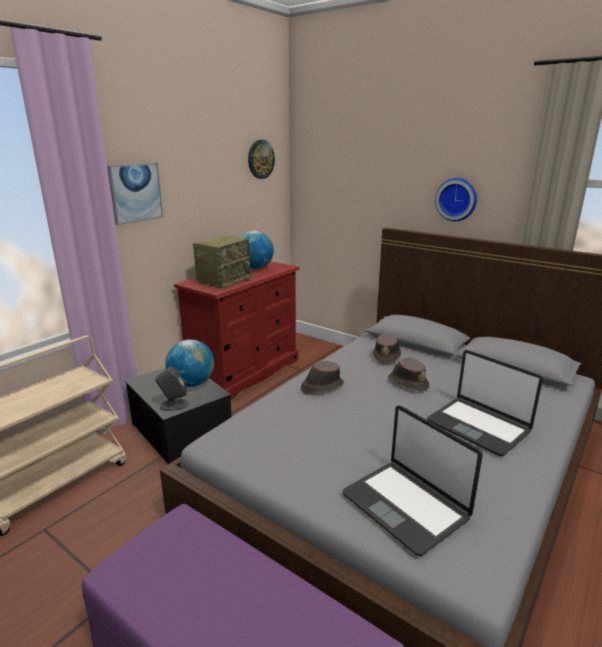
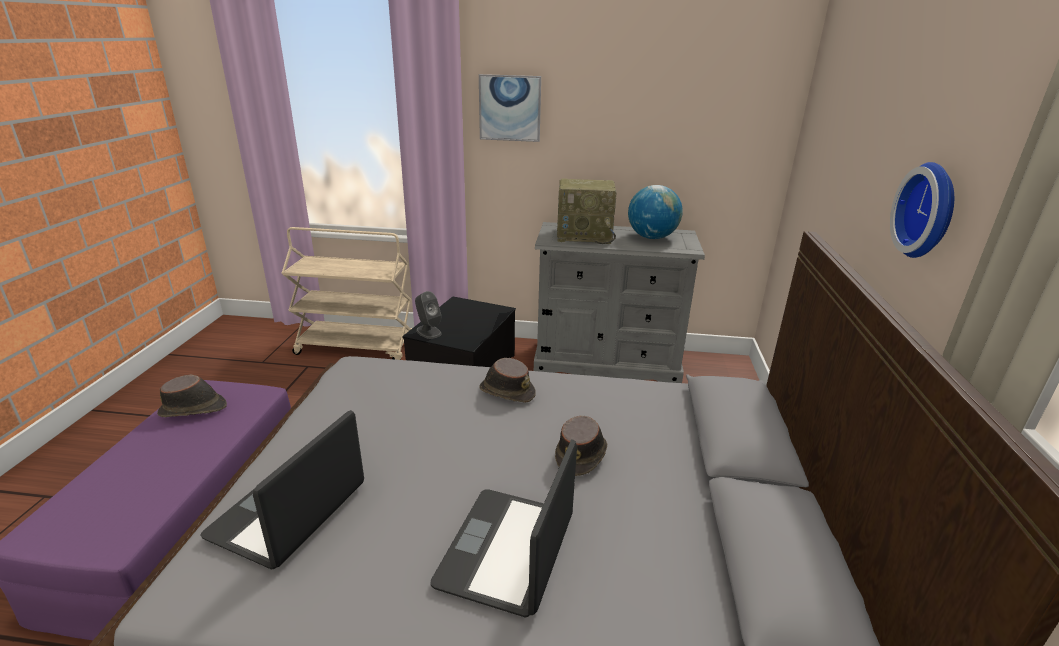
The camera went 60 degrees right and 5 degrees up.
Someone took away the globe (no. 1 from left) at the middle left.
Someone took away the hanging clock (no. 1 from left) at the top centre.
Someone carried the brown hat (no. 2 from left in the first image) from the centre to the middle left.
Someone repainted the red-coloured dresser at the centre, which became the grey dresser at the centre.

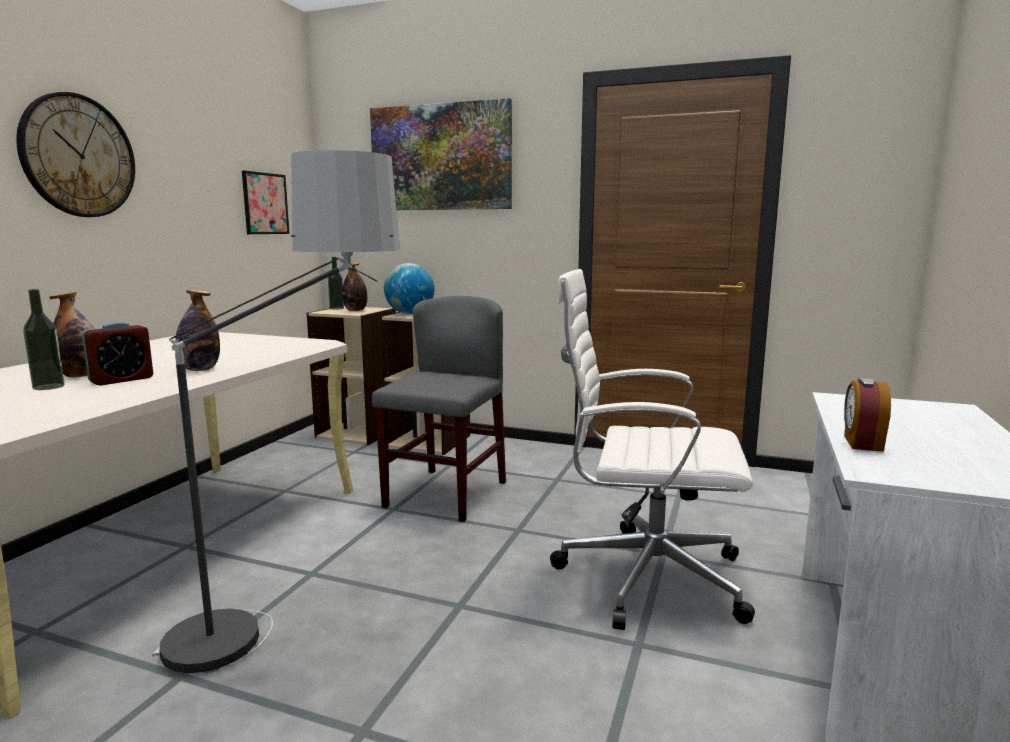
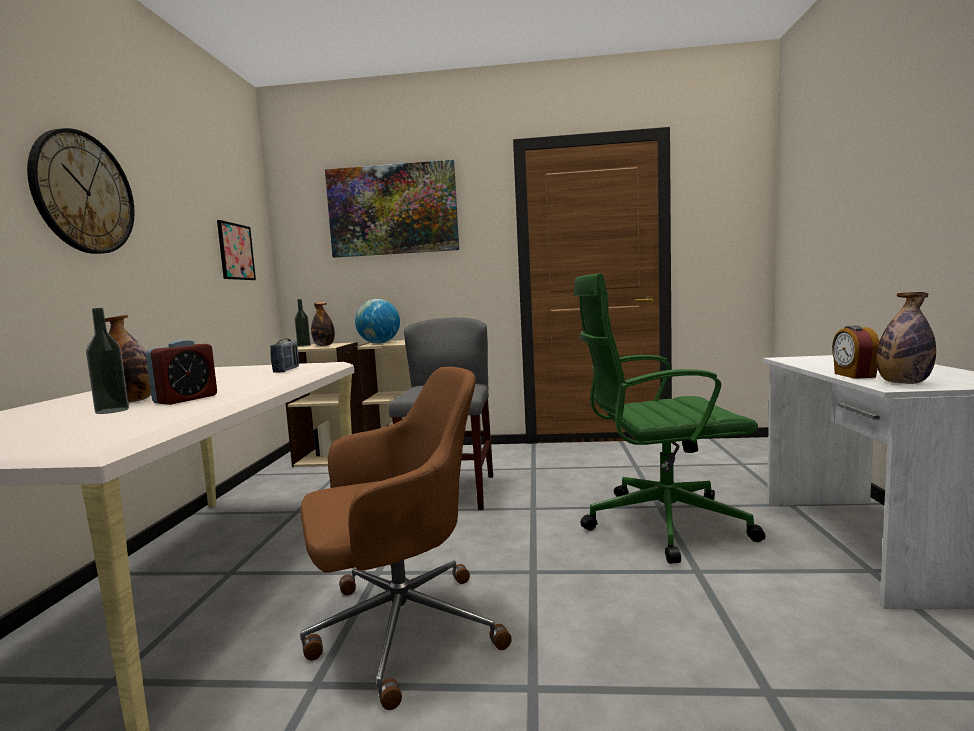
The camera went 15 degrees left and 5 degrees down.
Someone put down the radio receiver at the middle left.
Someone carried the drink bottle (no. 3 from left in the first image) from the middle left to the middle right.
Someone swapped the standard lamp at the middle left for the brown office chair at the bottom centre.
Someone repainted the whitish office chair at the centre, which became the greenish office chair at the middle right.

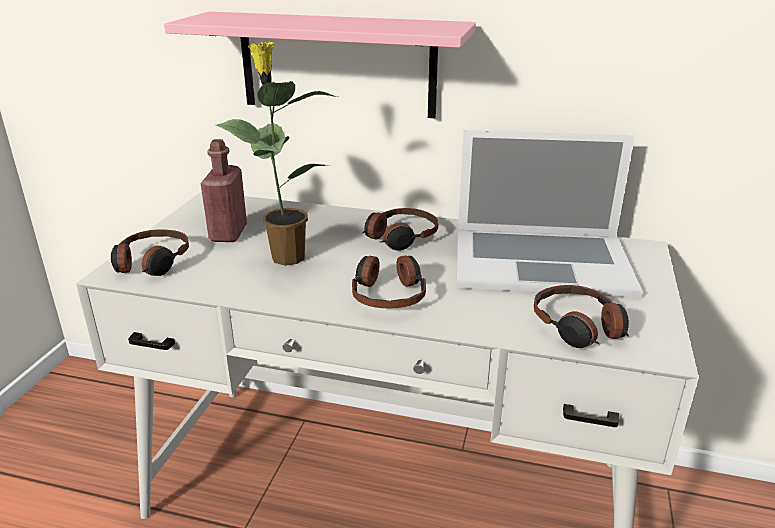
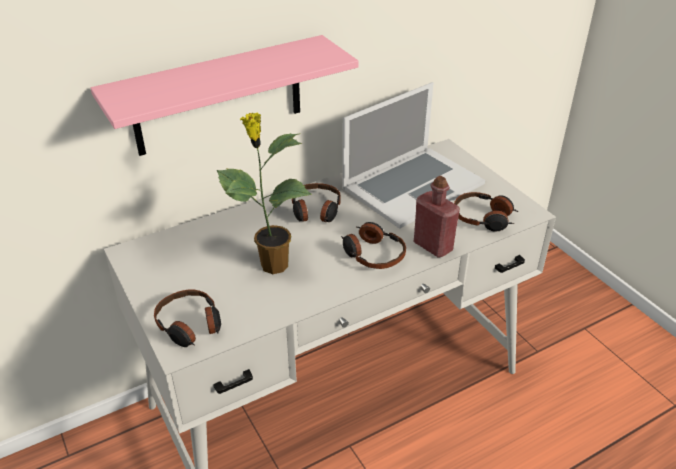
The camera went 45 degrees left and 10 degrees up.
Someone carried the red-coloured drink bottle from the middle left to the centre.

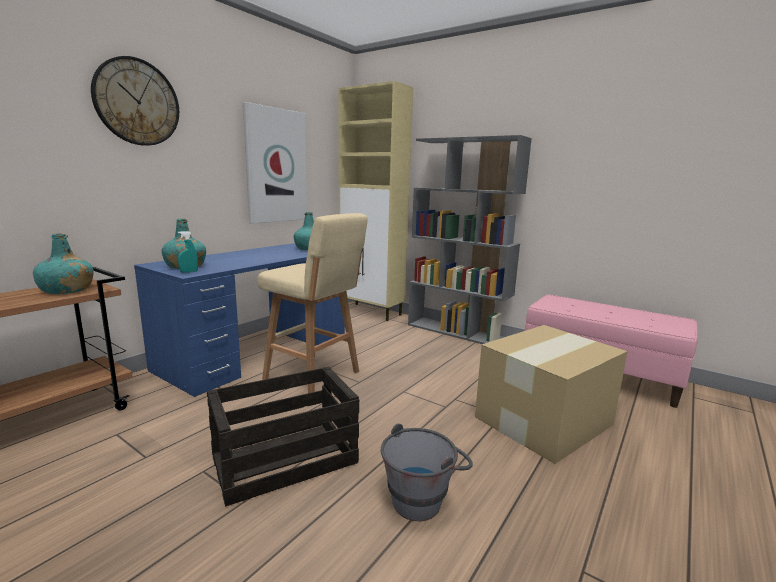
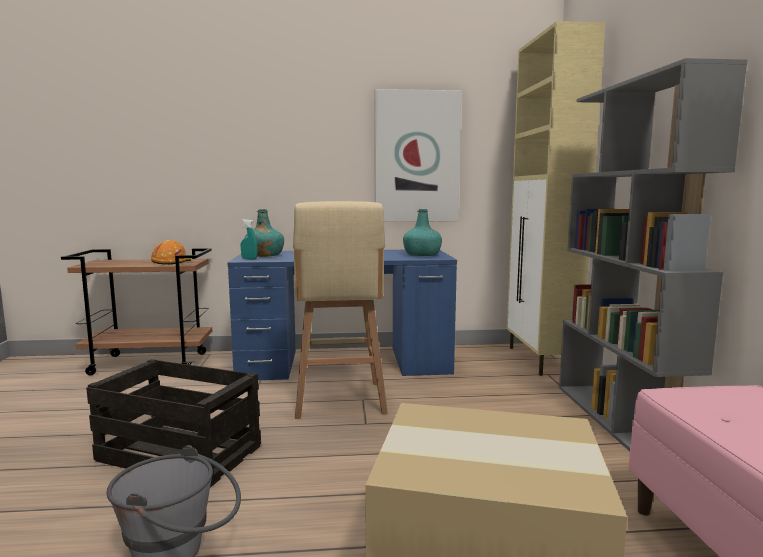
The camera went 50 degrees right and 5 degrees down.
Someone took away the hanging clock at the top left.
Someone swapped the blue-green drink bottle (no. 1 from left) at the middle left for the orange-coloured safety helmet at the middle left.

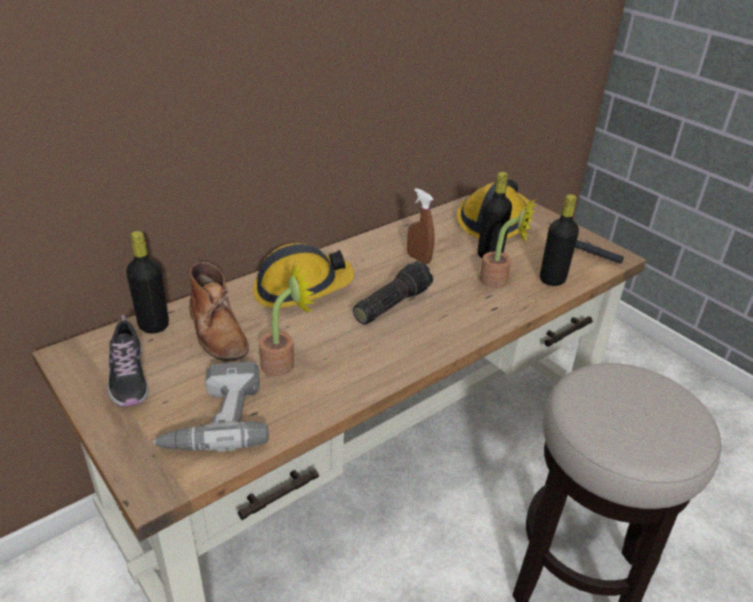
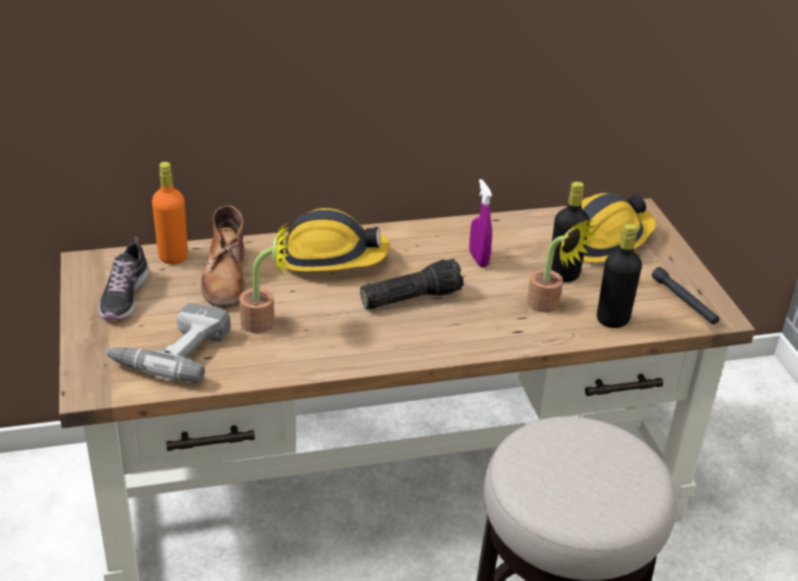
The camera went 25 degrees right and 0 degrees up.
Someone repainted the black drink bottle (no. 1 from left) at the middle left, which became the orange-coloured drink bottle at the middle left.
Someone repainted the brown sprayer at the centre, which became the purplish sprayer at the centre.

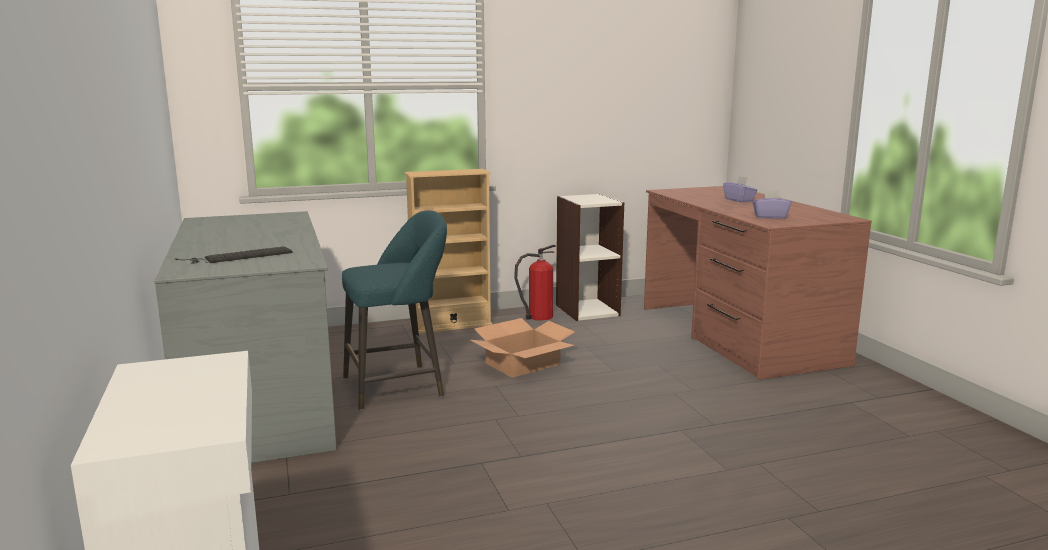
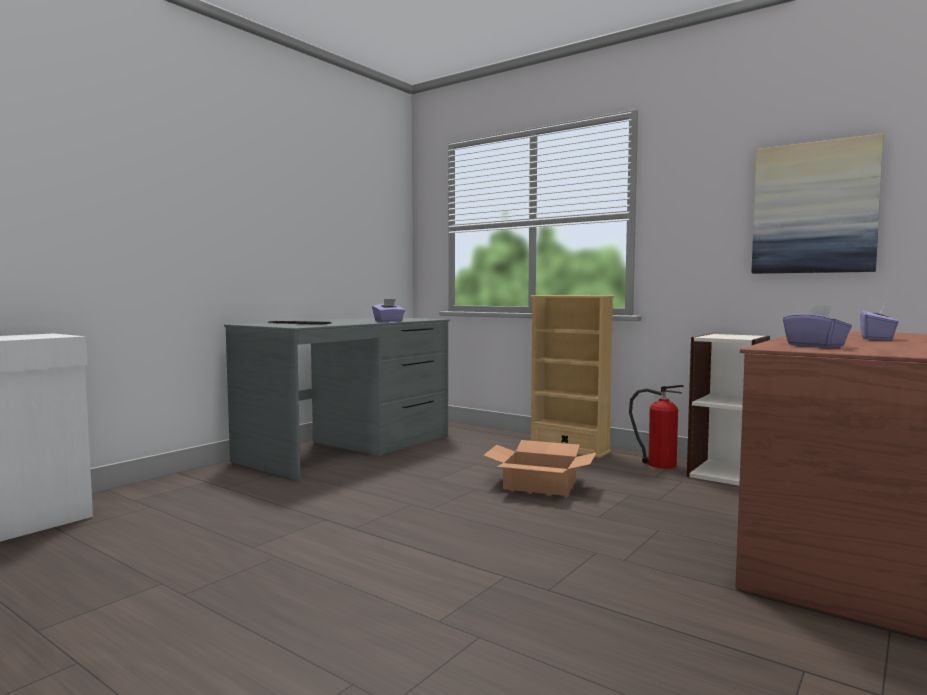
The camera went 55 degrees right and 10 degrees down.
Someone took away the blue-green stool at the centre.
Someone put down the purplish tissue box (no. 1 from left) at the centre.
Someone put up the wall picture at the top right.

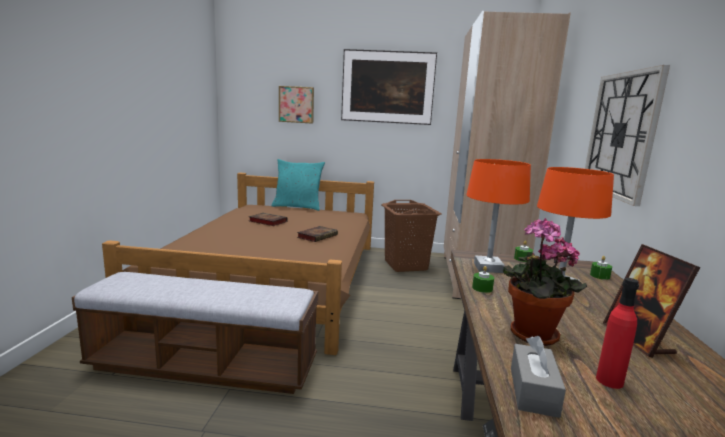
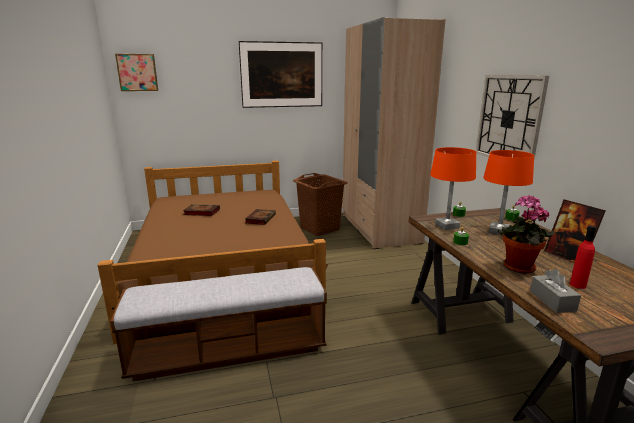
The camera went 20 degrees left and 5 degrees up.
Someone took away the blue-green throw pillow at the centre.
Someone carried the wall picture (no. 1 from left) from the top centre to the top left.

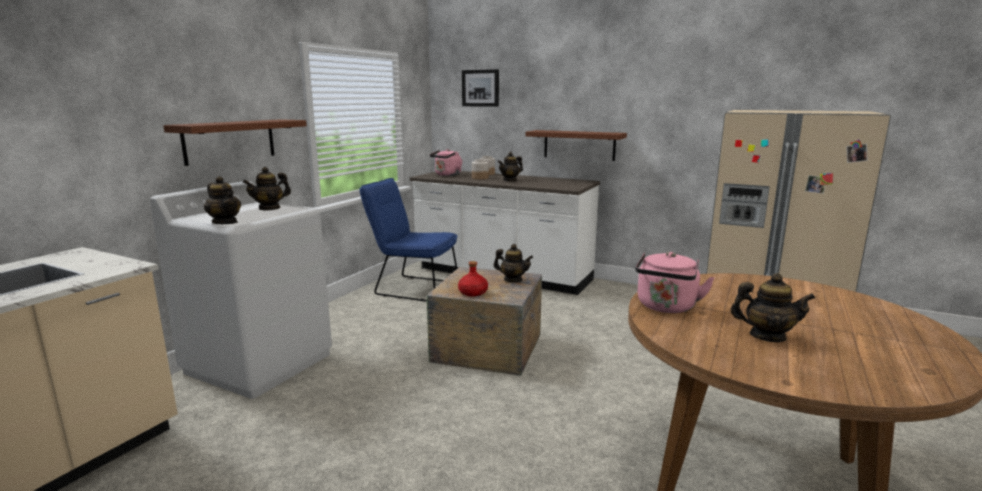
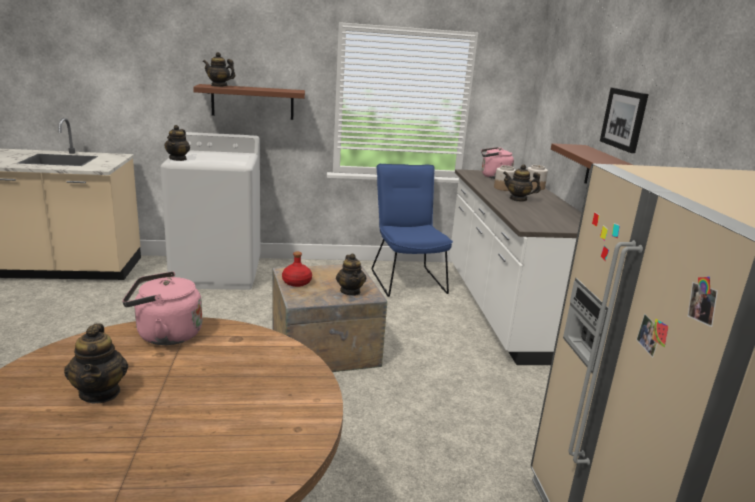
The camera went 55 degrees right and 5 degrees up.
Someone carried the pot for tea (no. 2 from left in the first image) from the middle left to the top left.
Someone carried the wall picture from the top centre to the top right.

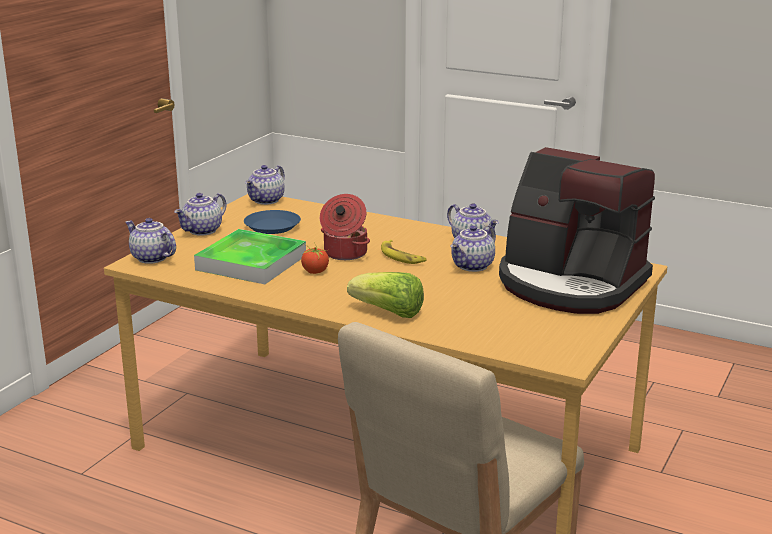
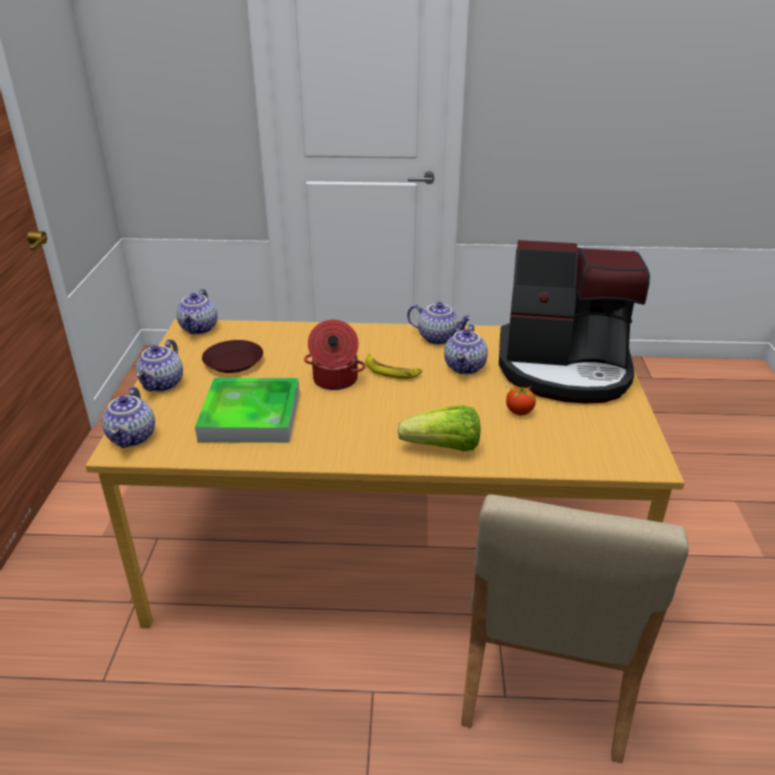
The camera went 25 degrees left and 10 degrees up.
Someone carried the fresh tomato from the centre to the middle right.
Someone repainted the bluish dinner plate at the centre, which became the brown dinner plate at the middle left.
Someone rotated the pot for tea (no. 1 from left) at the middle left by 105 degrees counterclockwise.

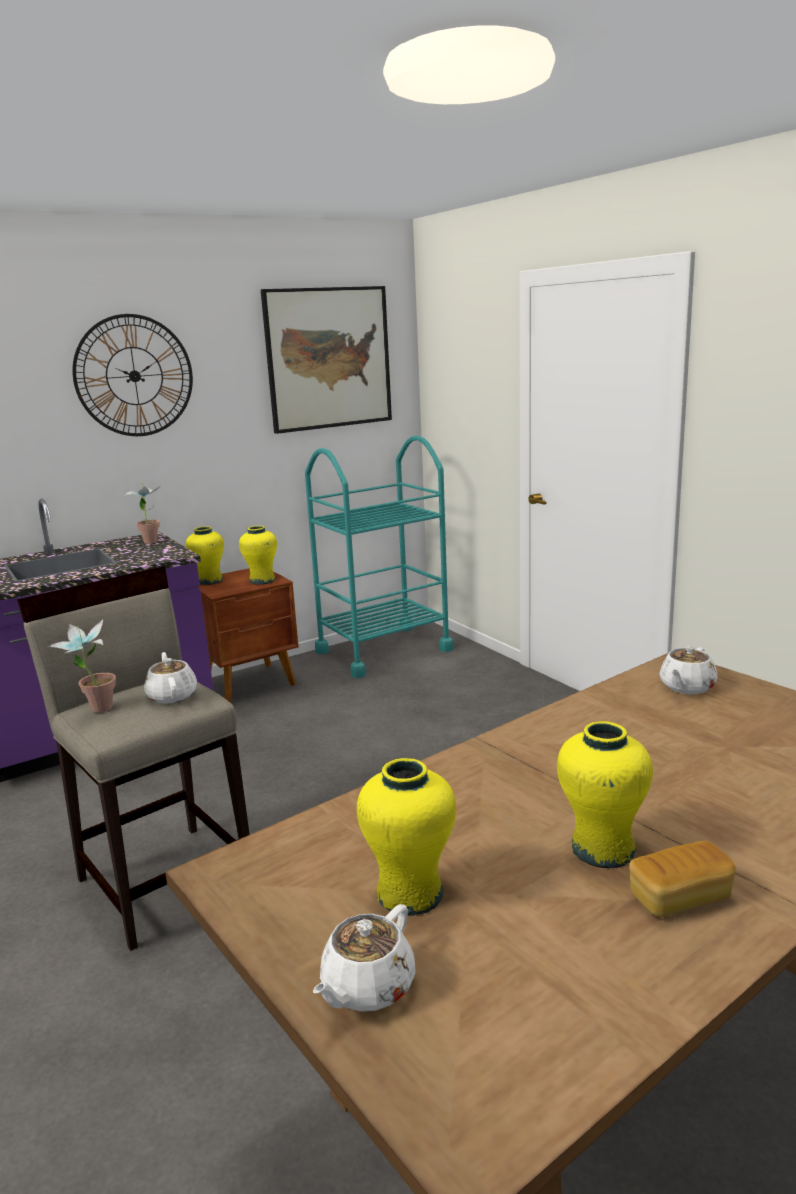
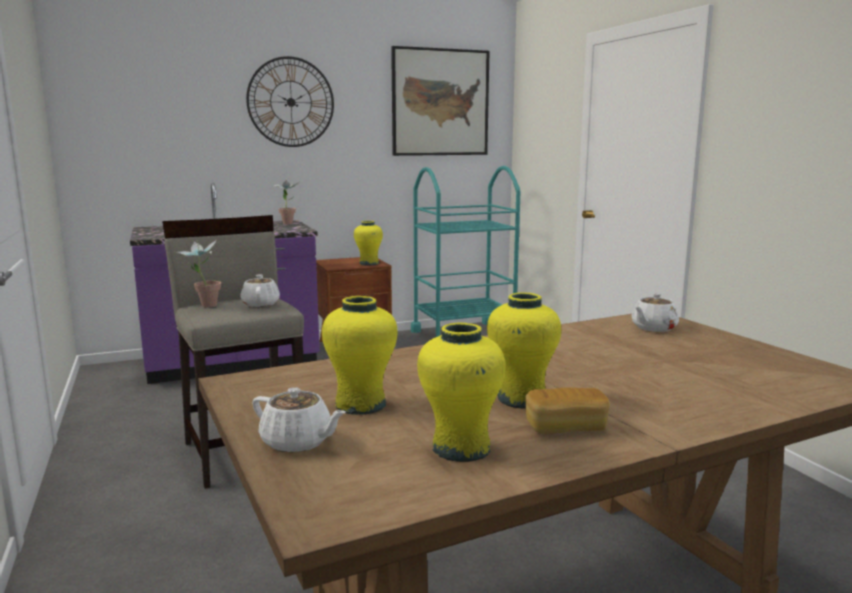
The camera went 10 degrees right and 5 degrees down.
Someone carried the yellow vase (no. 1 from left in the first image) from the middle left to the centre.
Someone rotated the whitish pot for tea (no. 2 from left) at the bottom centre by 105 degrees counterclockwise.

